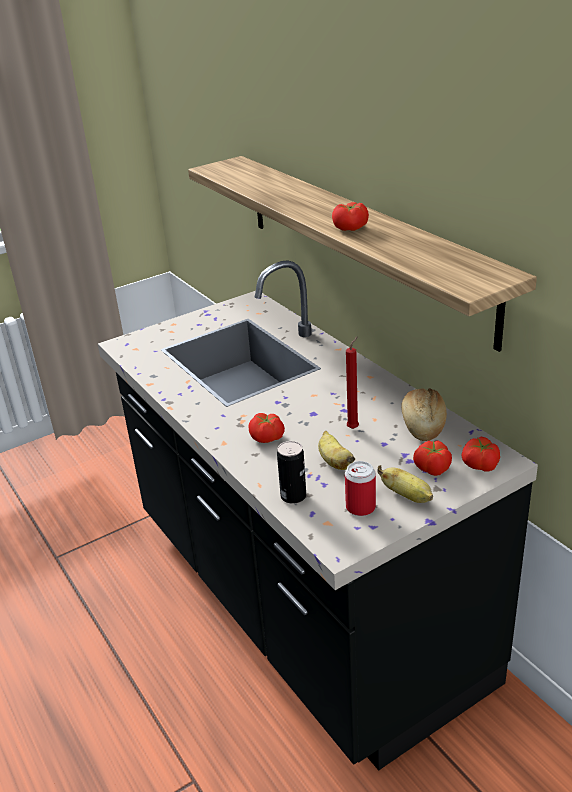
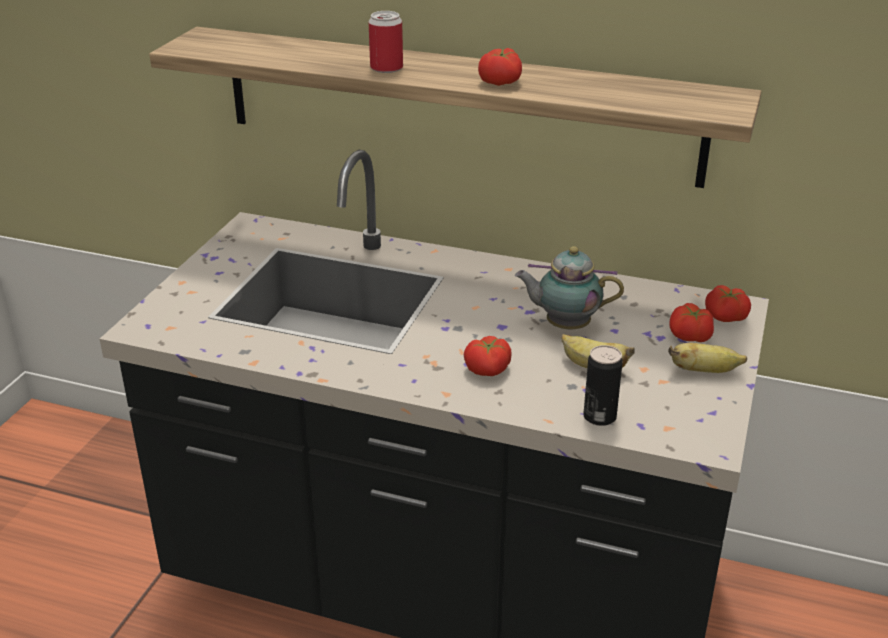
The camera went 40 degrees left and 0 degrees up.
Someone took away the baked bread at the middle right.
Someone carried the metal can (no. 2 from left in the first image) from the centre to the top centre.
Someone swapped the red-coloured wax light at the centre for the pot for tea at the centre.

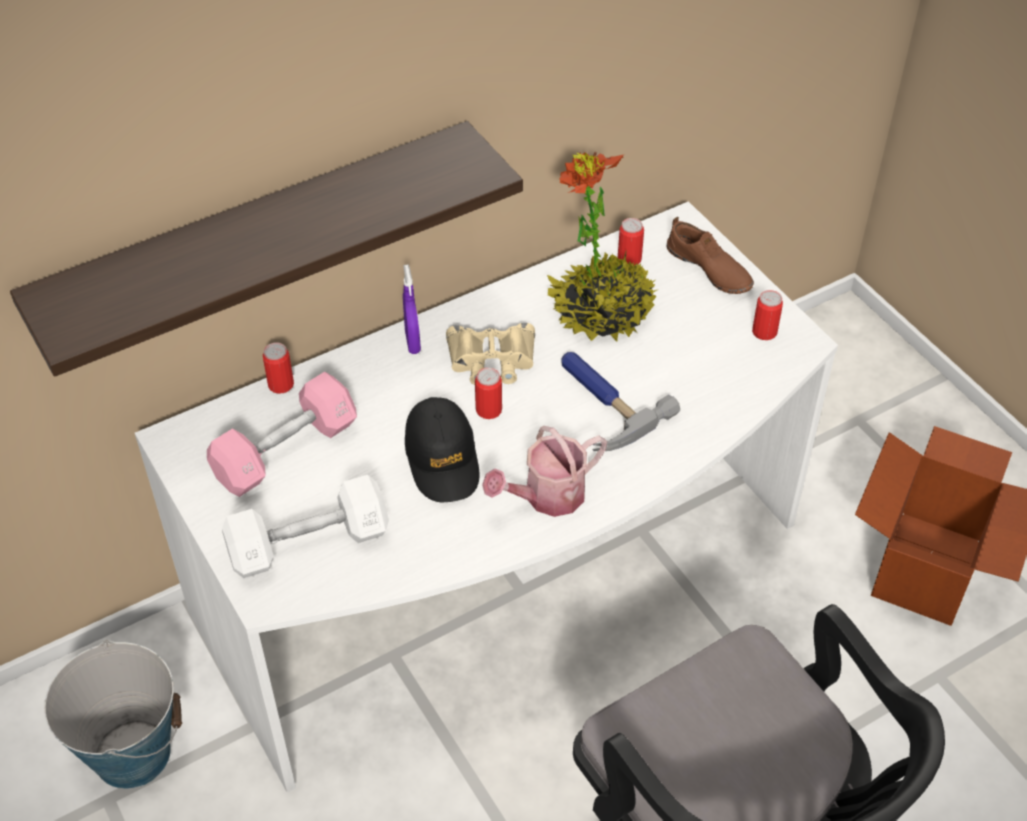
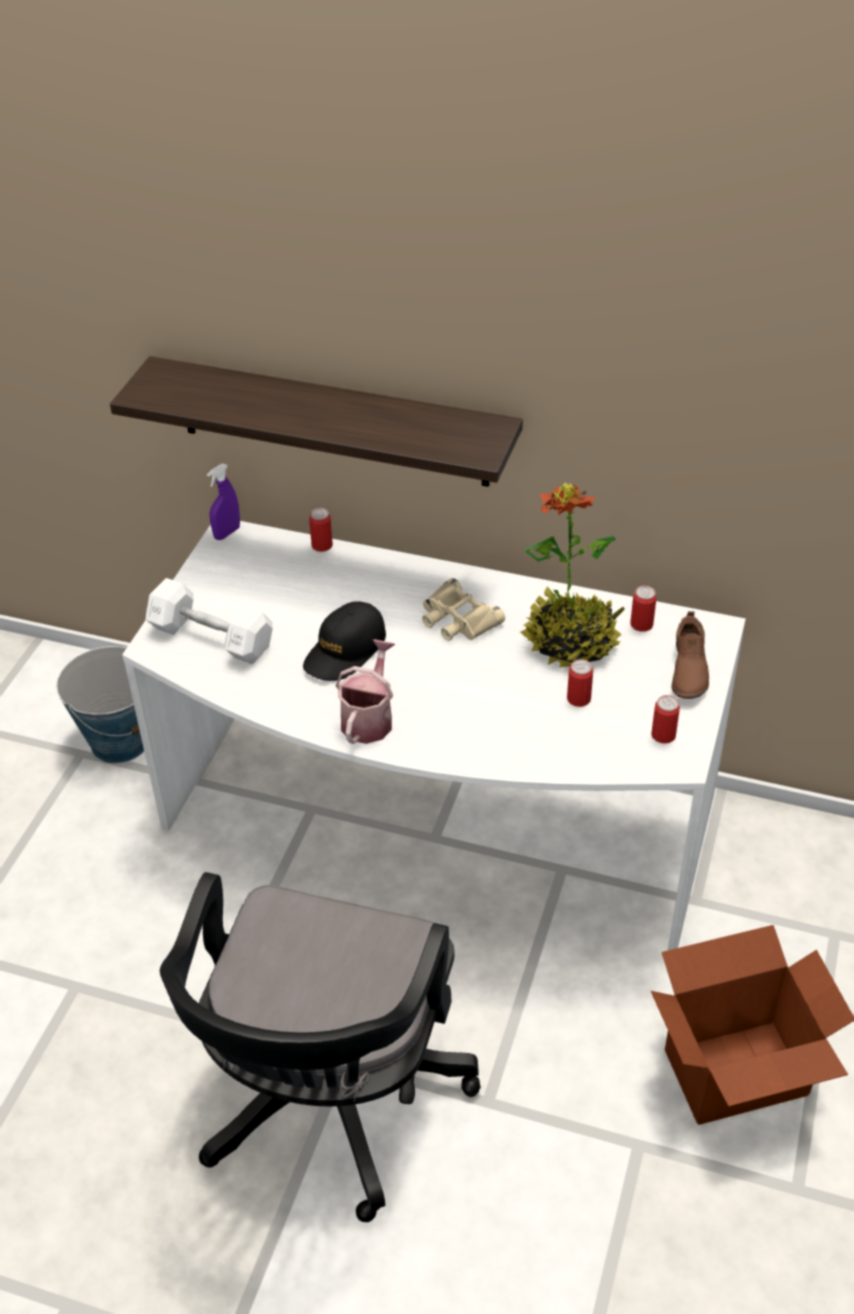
The camera went 50 degrees right and 5 degrees down.
Someone took away the pinkish free weight at the middle left.
Someone took away the tool hammer at the centre.
Someone carried the purplish sprayer from the centre to the middle left.
Someone carried the metal can (no. 2 from left) from the centre to the middle right.
Someone rotated the watering can at the centre by 90 degrees clockwise.

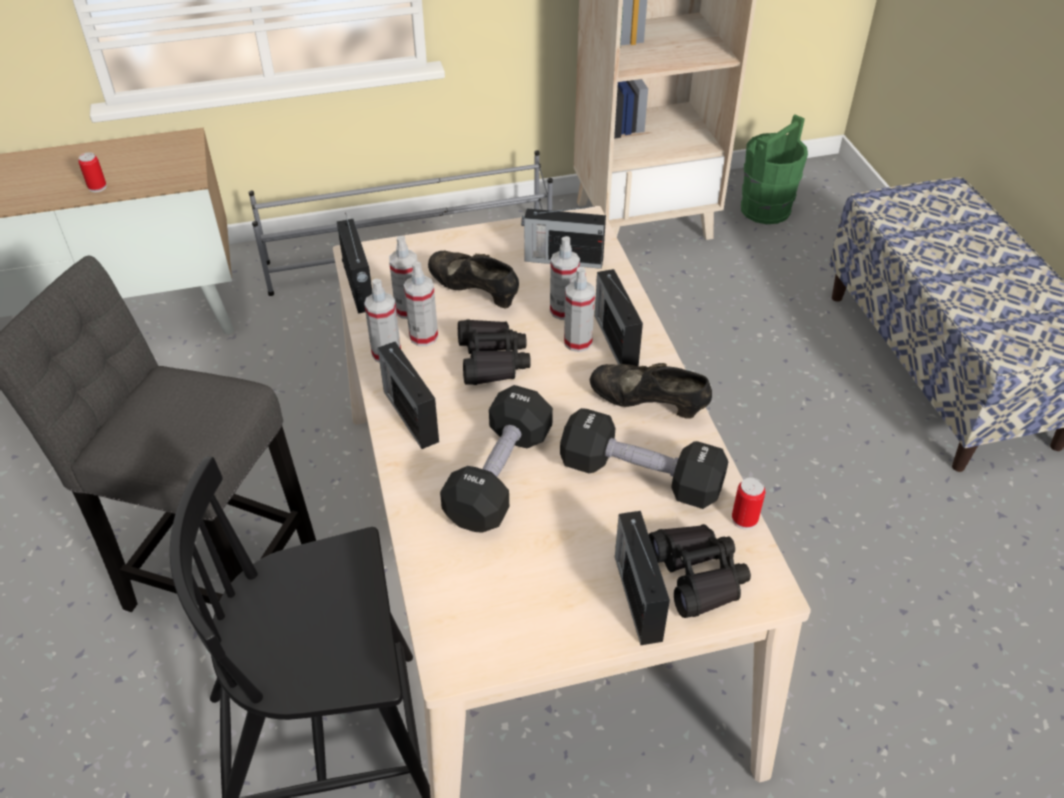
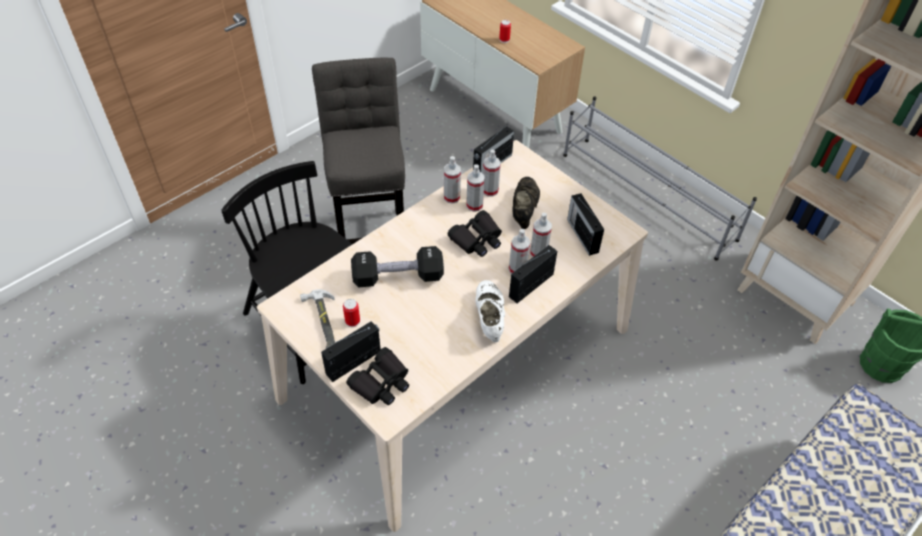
The camera went 60 degrees right and 5 degrees up.
Someone took away the radio receiver (no. 2 from left) at the centre.
Someone took away the black free weight (no. 2 from left) at the centre.
Someone put down the tool hammer at the centre.
Someone carried the metal can (no. 2 from left in the first image) from the middle right to the centre.
Someone repainted the black shoe (no. 2 from left) at the centre, which became the whitish shoe at the centre.

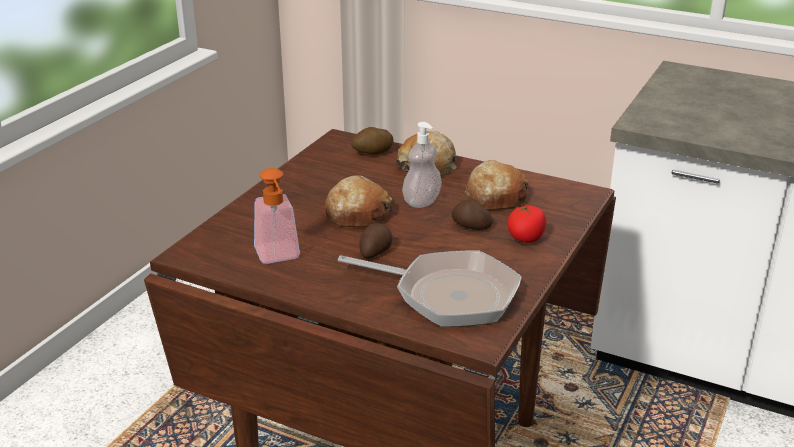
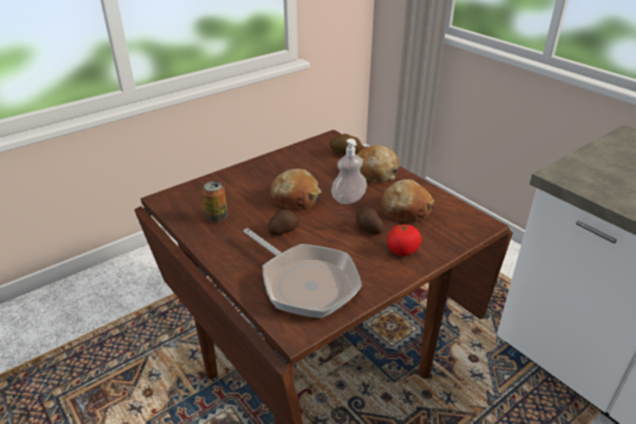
The camera went 25 degrees right and 5 degrees up.
Someone swapped the liquid soap bottle (no. 1 from left) at the centre for the metal can at the centre.

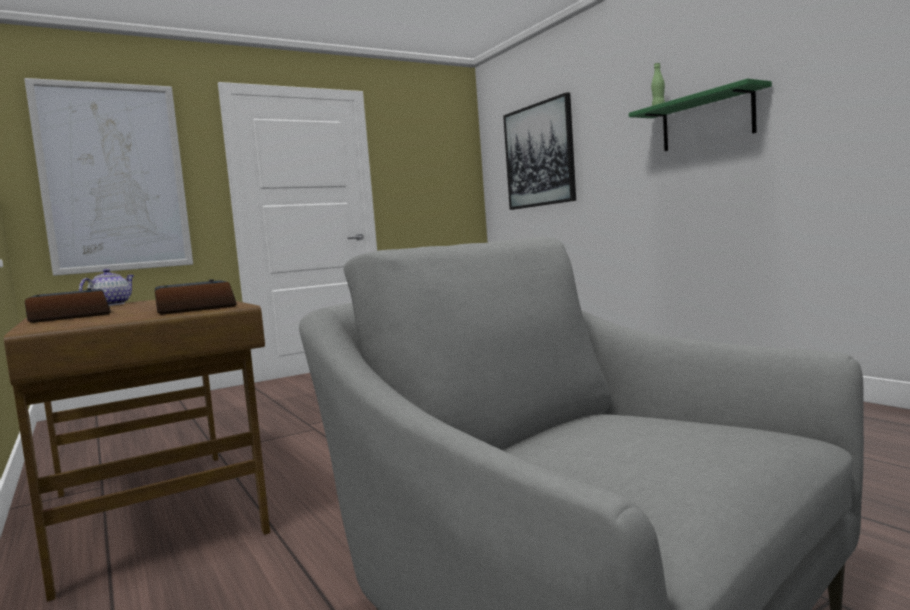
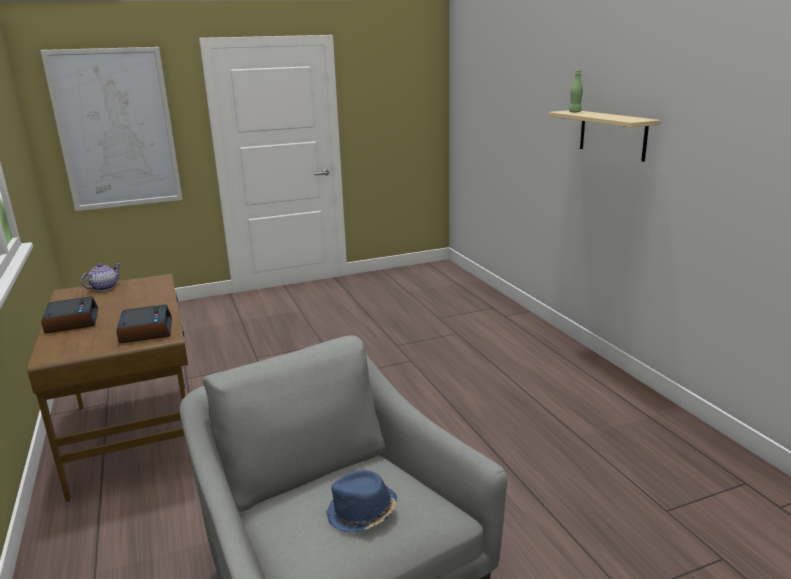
The camera went 10 degrees right and 15 degrees up.
Someone took away the wall picture (no. 2 from left) at the top centre.
Someone put down the bluish hat at the bottom centre.
Someone repainted the greenish shelf at the top right, which became the beige shelf at the top right.

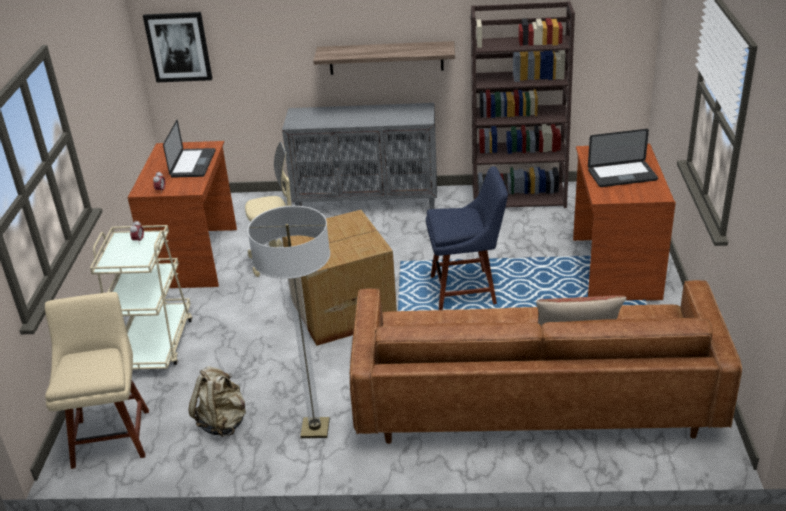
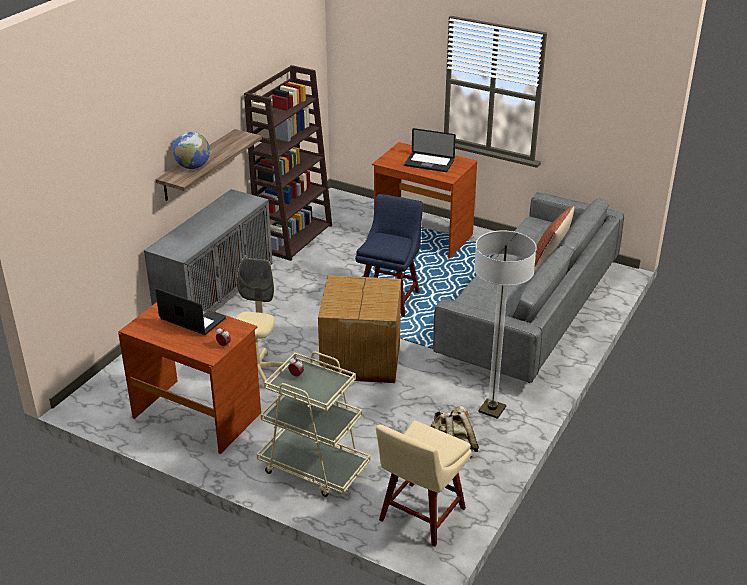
The camera went 65 degrees left and 0 degrees up.
Someone took away the wall picture at the top left.
Someone put down the globe at the top left.
Someone repainted the brown sofa at the bottom right, which became the grey sofa at the middle right.
Someone rotated the beige chair at the bottom left by 75 degrees counterclockwise.
Someone rotated the laptop (no. 2 from left) at the top right by 90 degrees clockwise.

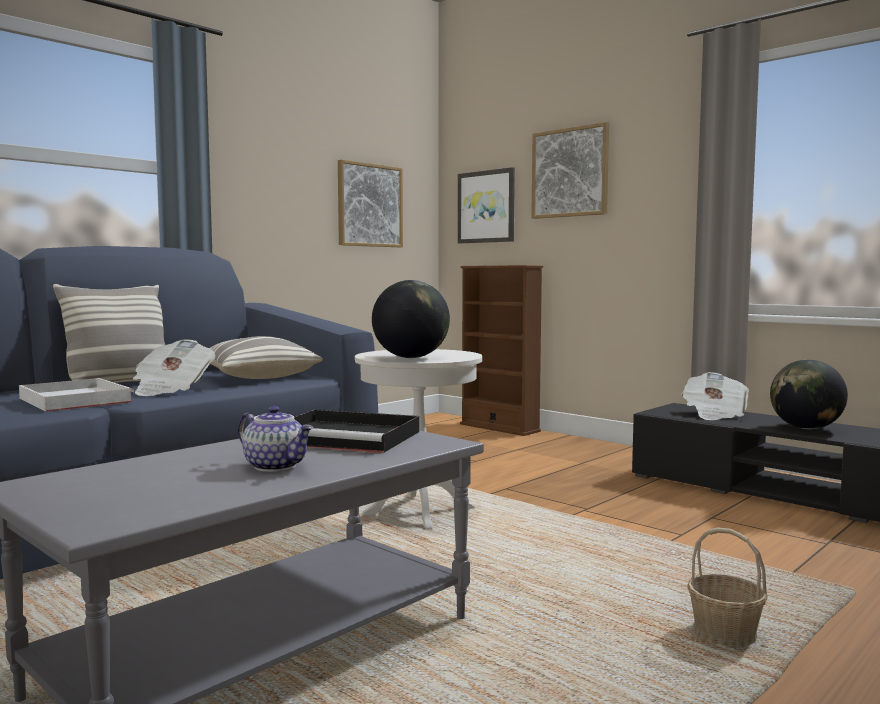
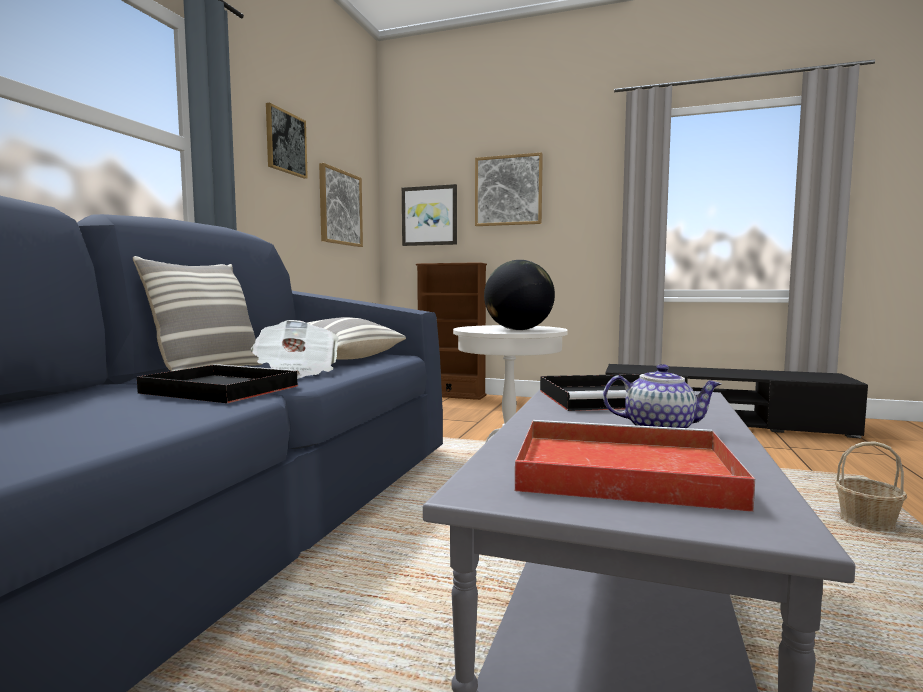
The camera went 25 degrees left and 0 degrees up.
Someone took away the daily paper (no. 2 from left) at the middle right.
Someone took away the globe (no. 2 from left) at the middle right.
Someone put up the wall picture (no. 1 from left) at the top left.
Someone put down the red-coloured tray at the bottom right.
Someone repainted the whitish tray at the middle left, which became the black tray (no. 1 from left) at the middle left.

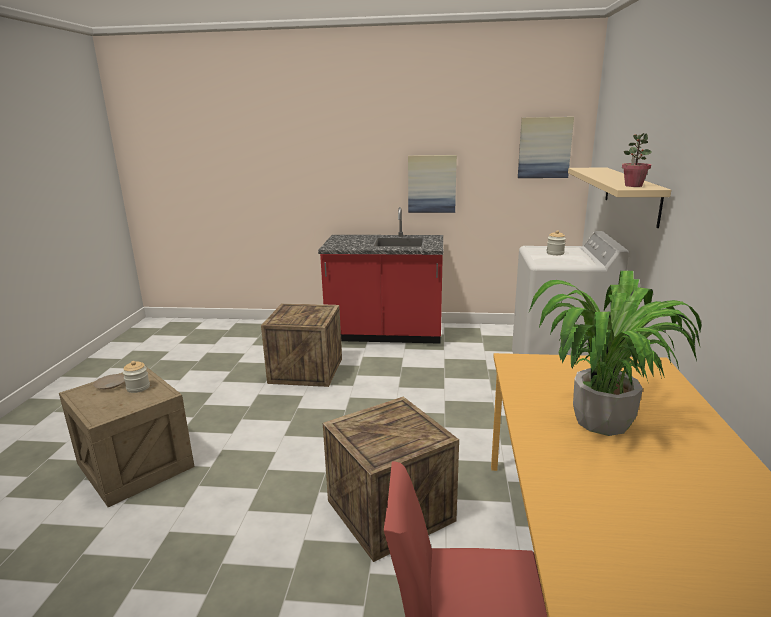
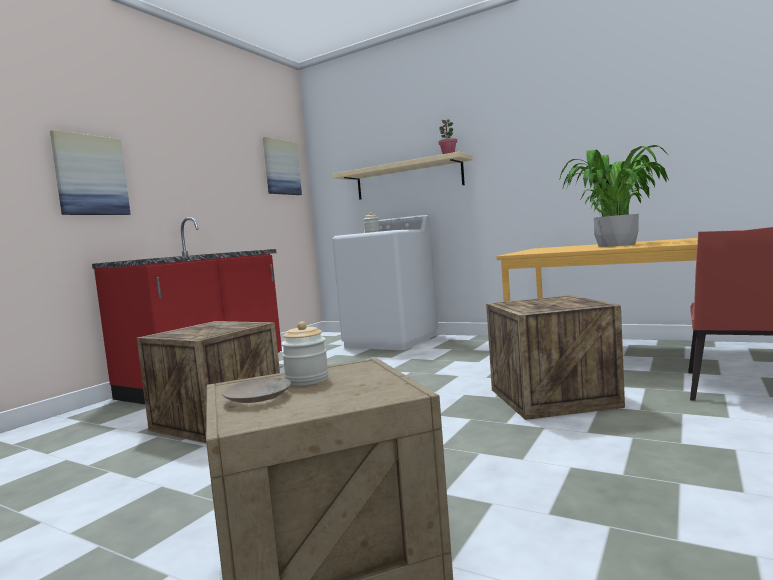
The camera went 65 degrees left and 15 degrees down.
Someone carried the wall picture (no. 1 from left) from the top centre to the top left.

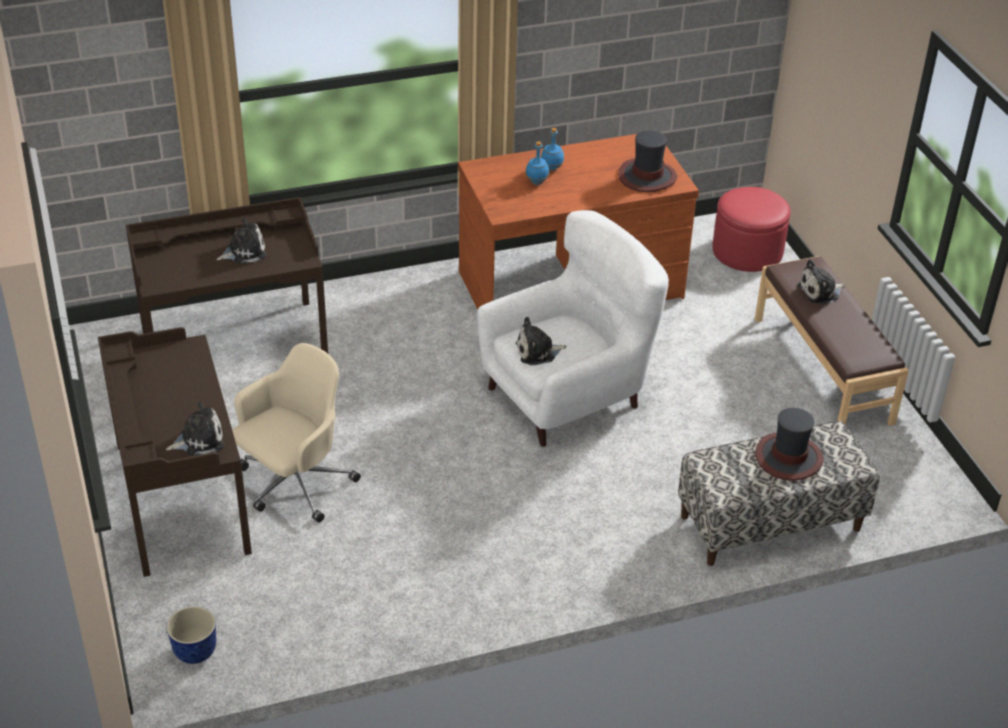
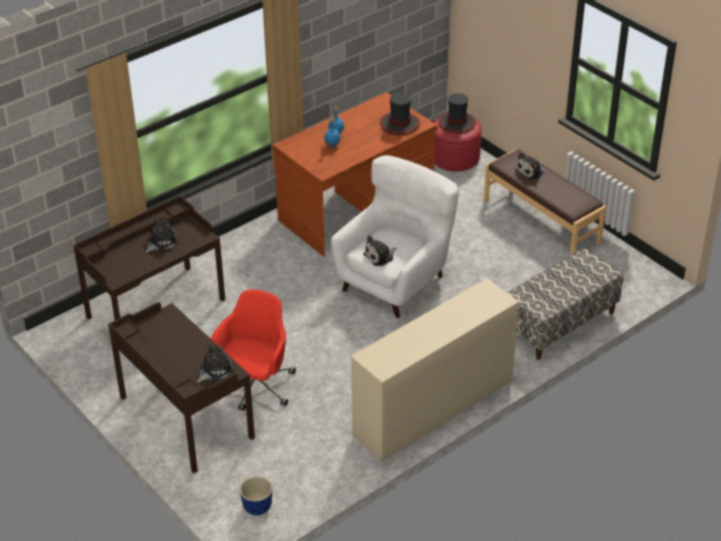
The camera went 20 degrees left and 0 degrees up.
Someone put down the beige dresser at the bottom centre.
Someone carried the hat (no. 2 from left) from the middle right to the top centre.
Someone repainted the beige office chair at the middle left, which became the red-coloured office chair at the centre.

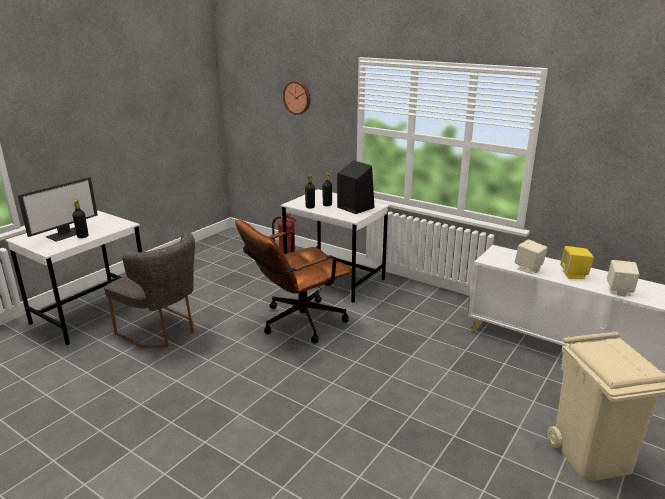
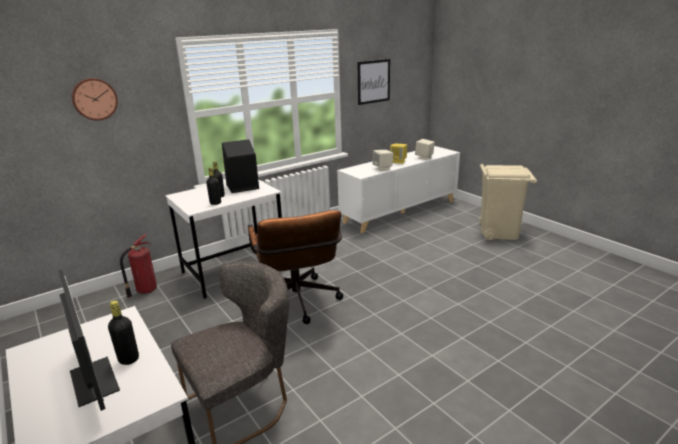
The camera went 70 degrees left and 0 degrees up.
Someone put up the wall picture at the top centre.

